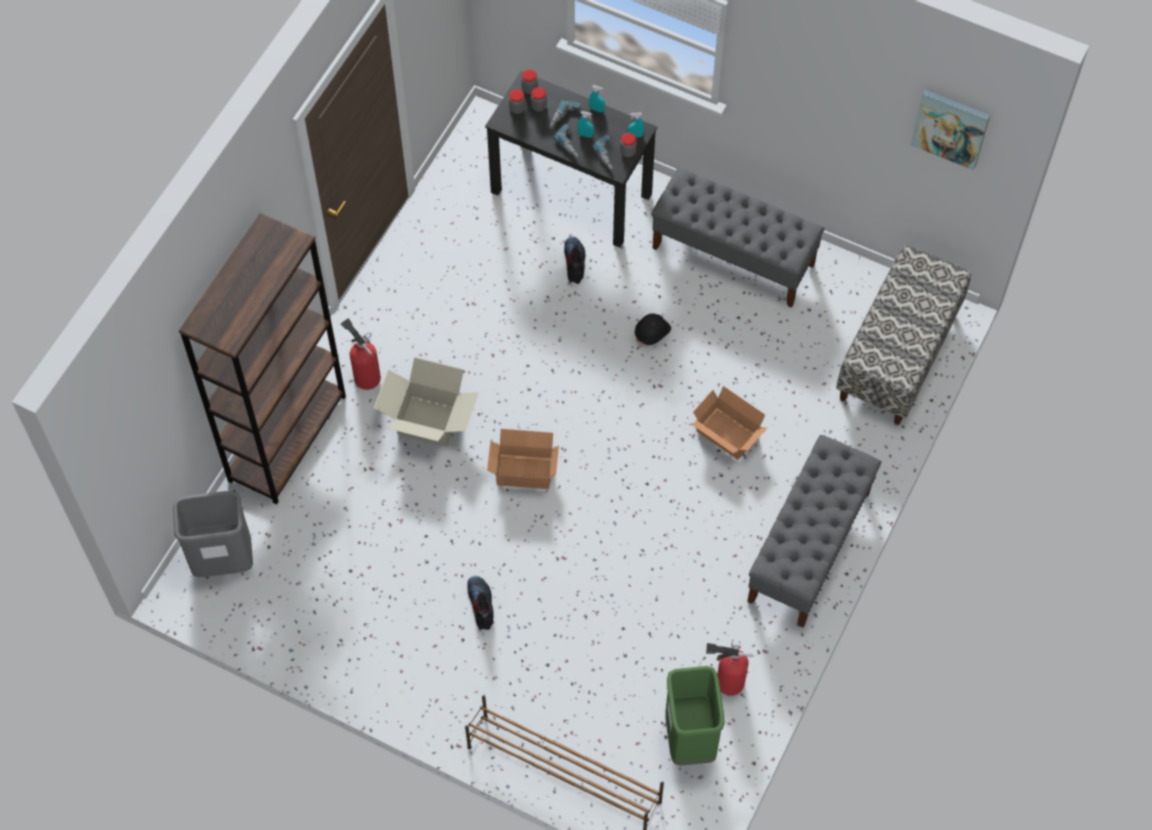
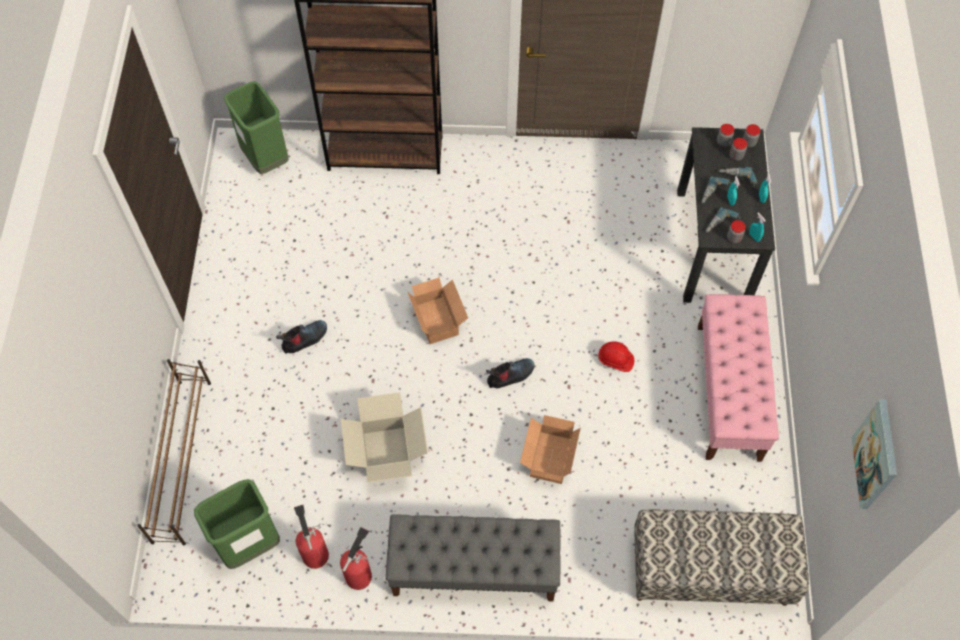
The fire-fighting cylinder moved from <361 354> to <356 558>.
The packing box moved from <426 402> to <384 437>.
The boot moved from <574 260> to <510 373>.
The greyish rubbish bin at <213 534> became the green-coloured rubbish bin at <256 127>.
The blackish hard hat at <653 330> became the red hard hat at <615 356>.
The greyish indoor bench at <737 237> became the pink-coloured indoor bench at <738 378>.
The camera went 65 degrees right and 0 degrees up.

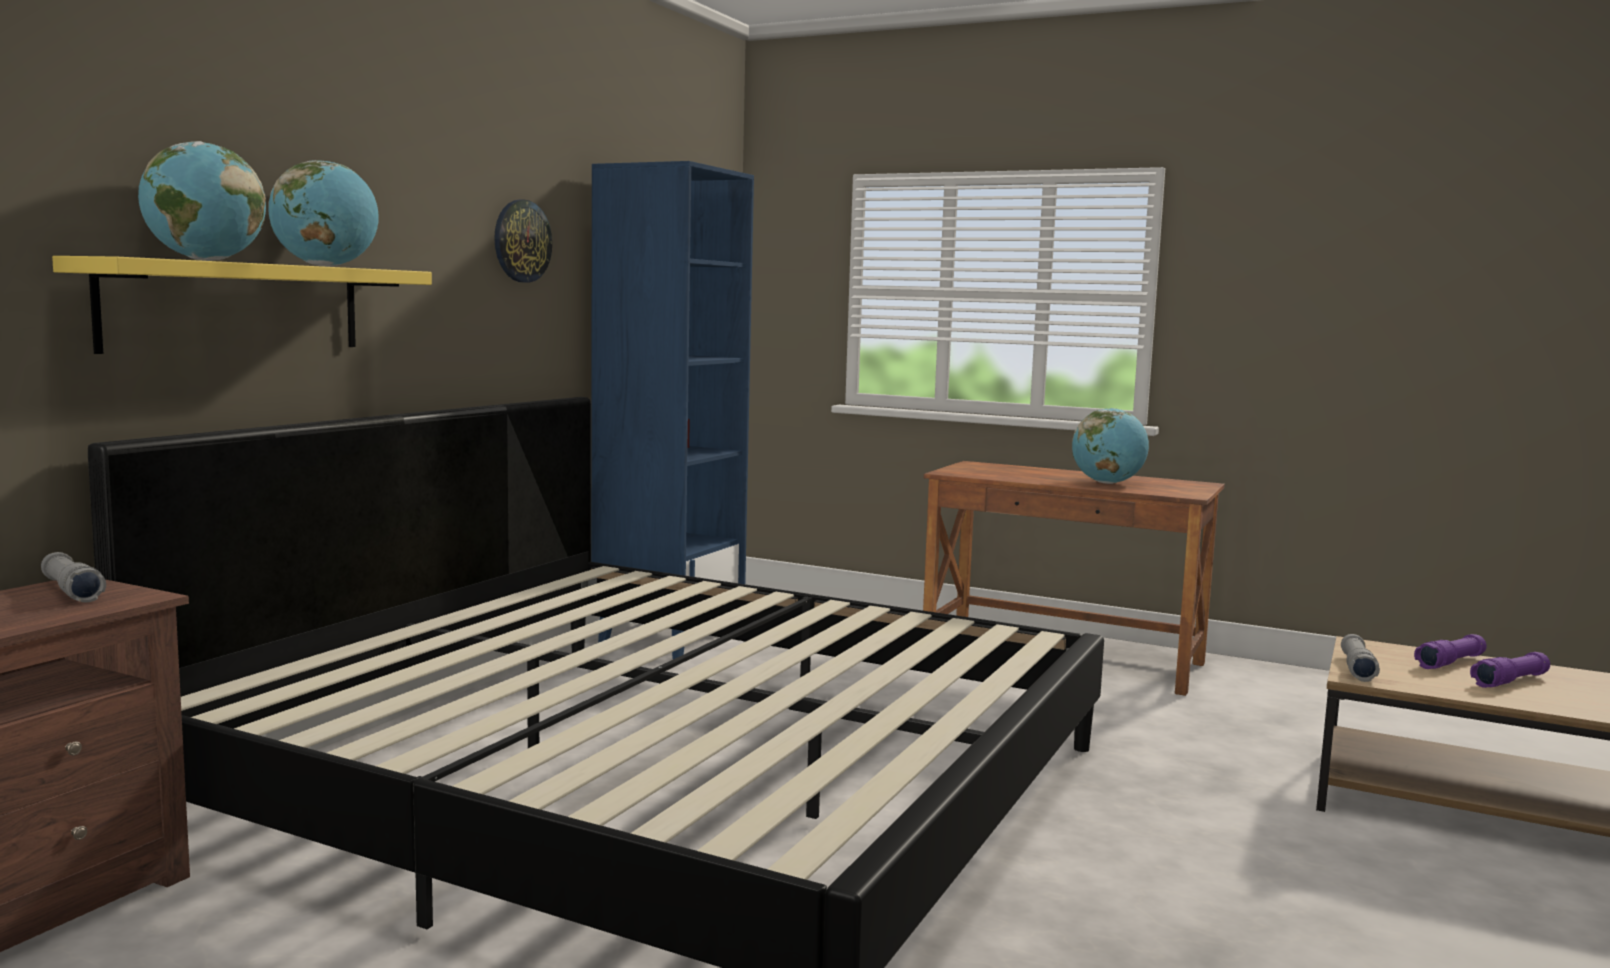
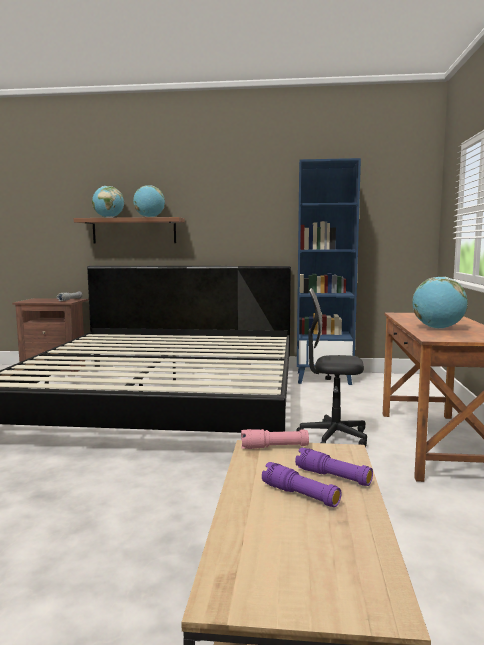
The hanging clock at <523 241> disappeared.
The blackish office chair at <331 367> appeared.
The yellow shelf at <242 305> became the brownish shelf at <129 230>.
The greyish torch at <1360 658> became the pink-coloured torch at <275 439>.
The camera went 70 degrees right and 0 degrees up.

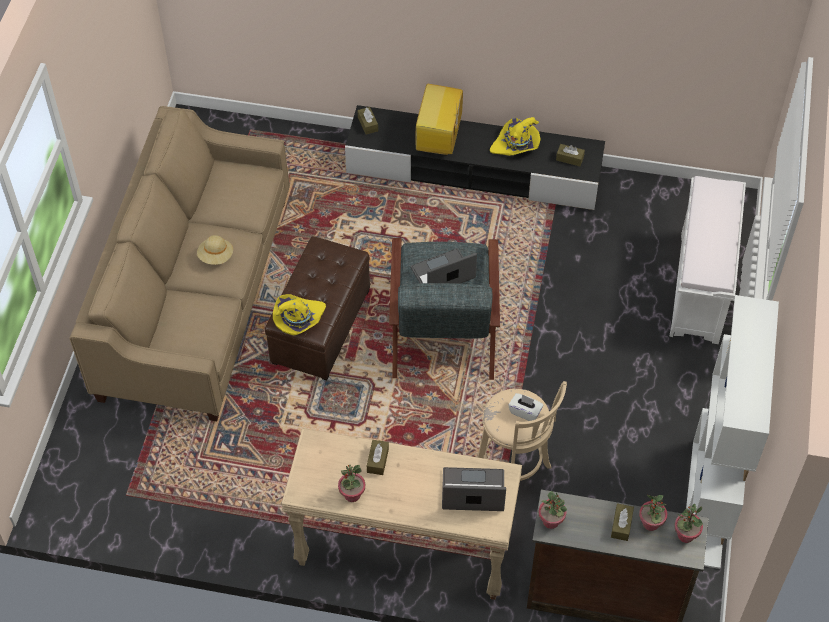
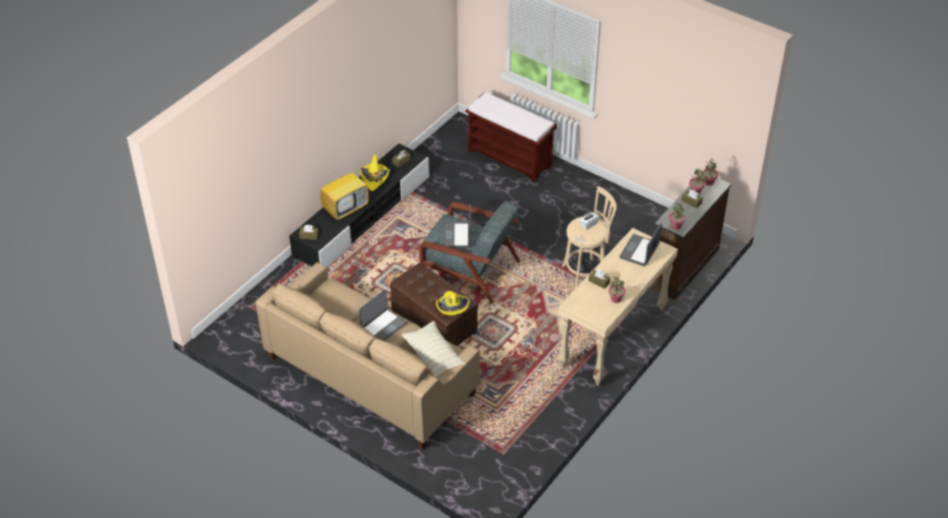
The white bookshelf at <732 432> disappeared.
The pillow at <434 349> appeared.
The beige hat at <215 250> was replaced by the portable computer at <383 315>.
The white indoor bench at <708 260> became the brownish indoor bench at <511 137>.
The TV set at <439 119> turned 75 degrees counterclockwise.
The camera went 65 degrees left and 10 degrees down.

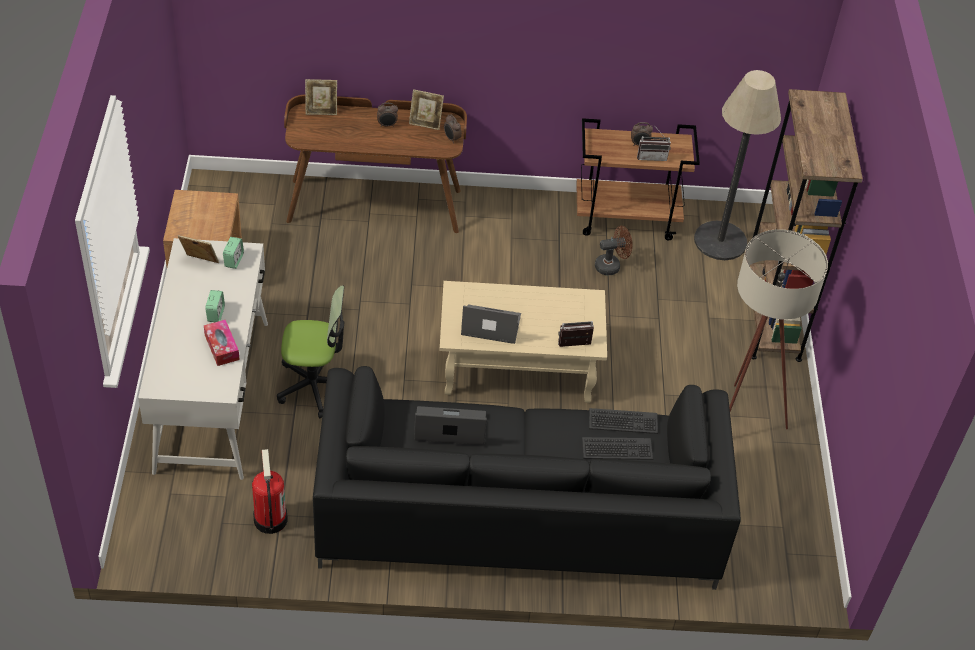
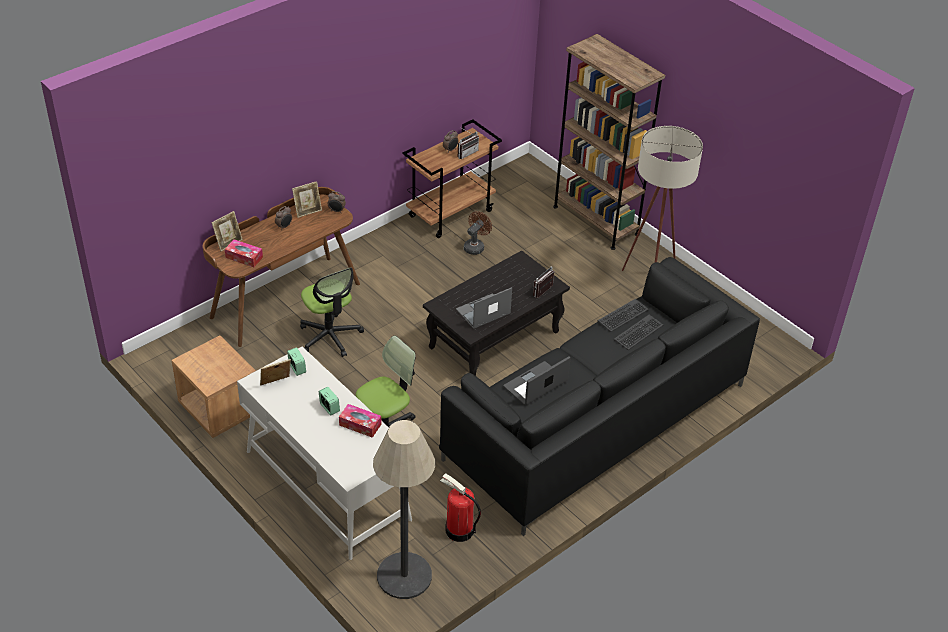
The tissue box at <244 253> appeared.
The office chair at <332 312> appeared.
The floor lamp moved from <737 165> to <404 509>.
The beige lounge table at <523 342> became the blackish lounge table at <496 313>.
The camera went 40 degrees left and 5 degrees down.

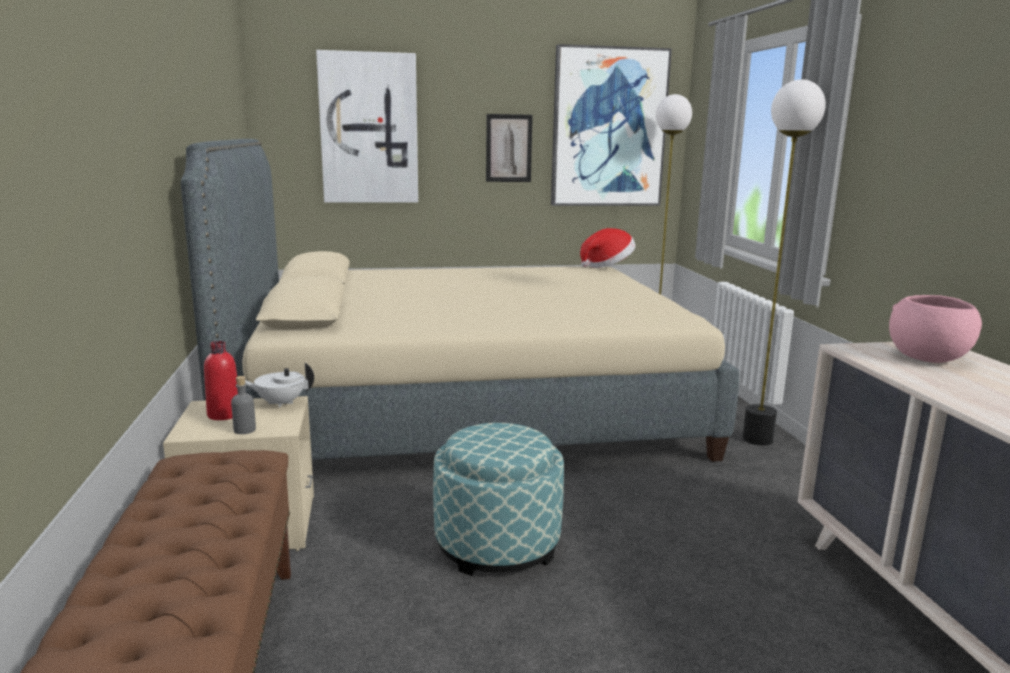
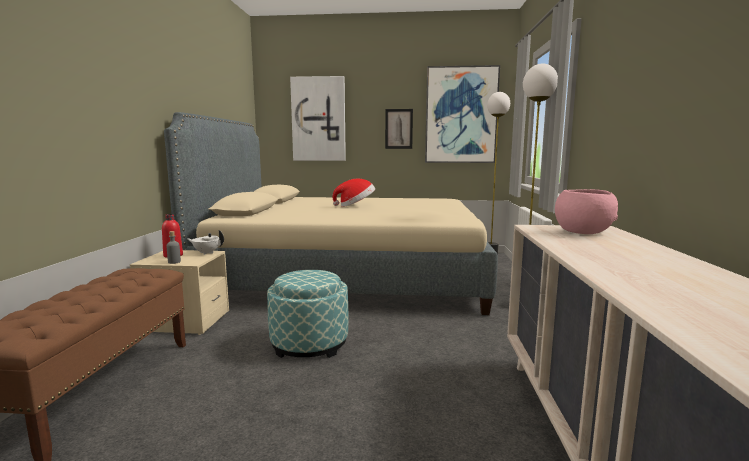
The hat moved from <607 248> to <353 192>.
The camera went 15 degrees right and 5 degrees down.

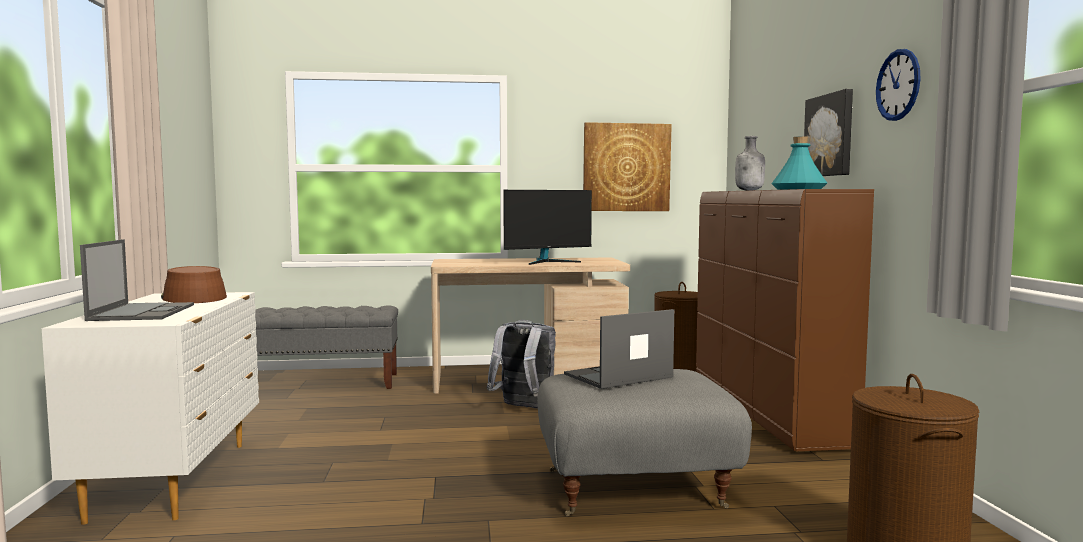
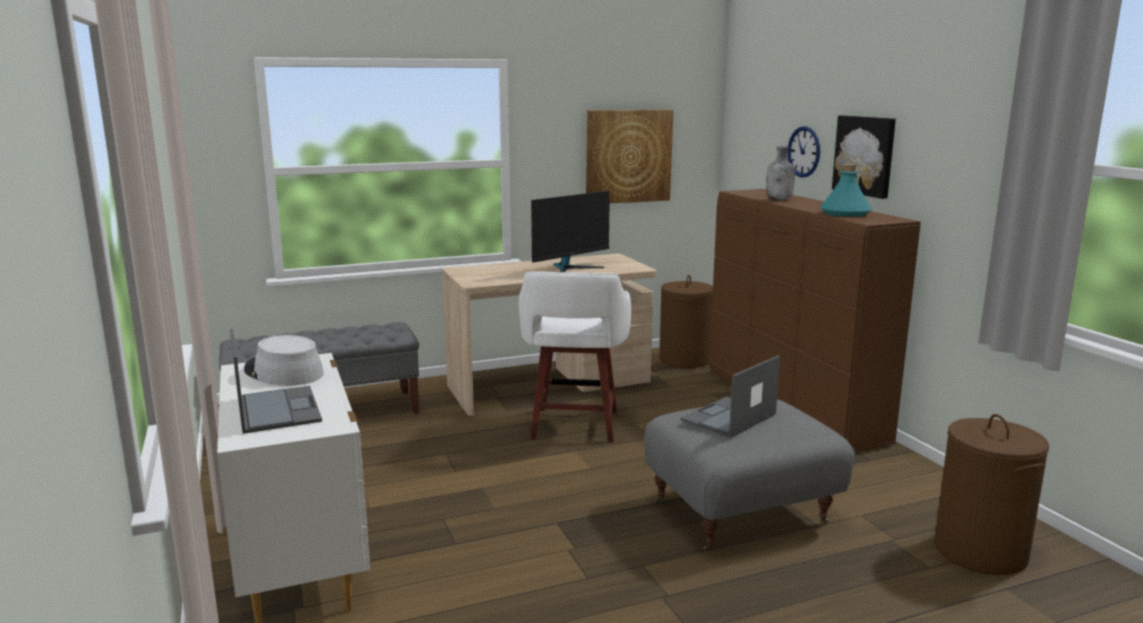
The hanging clock moved from <898 85> to <803 151>.
The greyish backpack at <521 364> was replaced by the white stool seat at <575 357>.
The brownish hat at <194 284> became the greyish hat at <284 360>.
The camera went 15 degrees left and 10 degrees up.

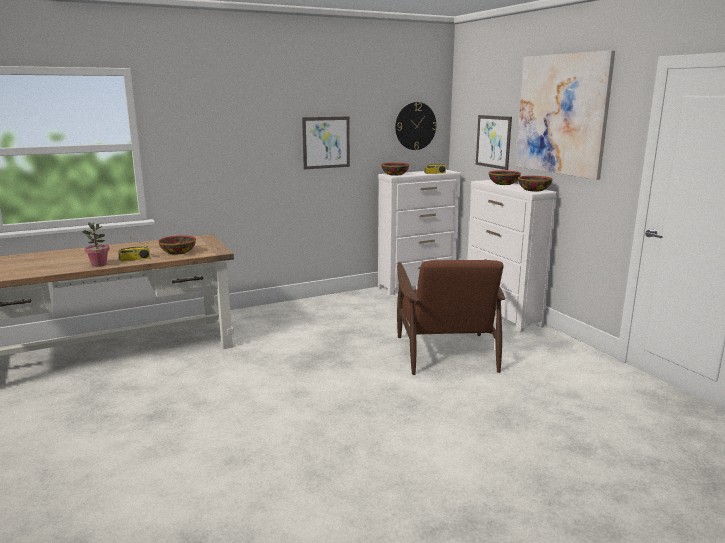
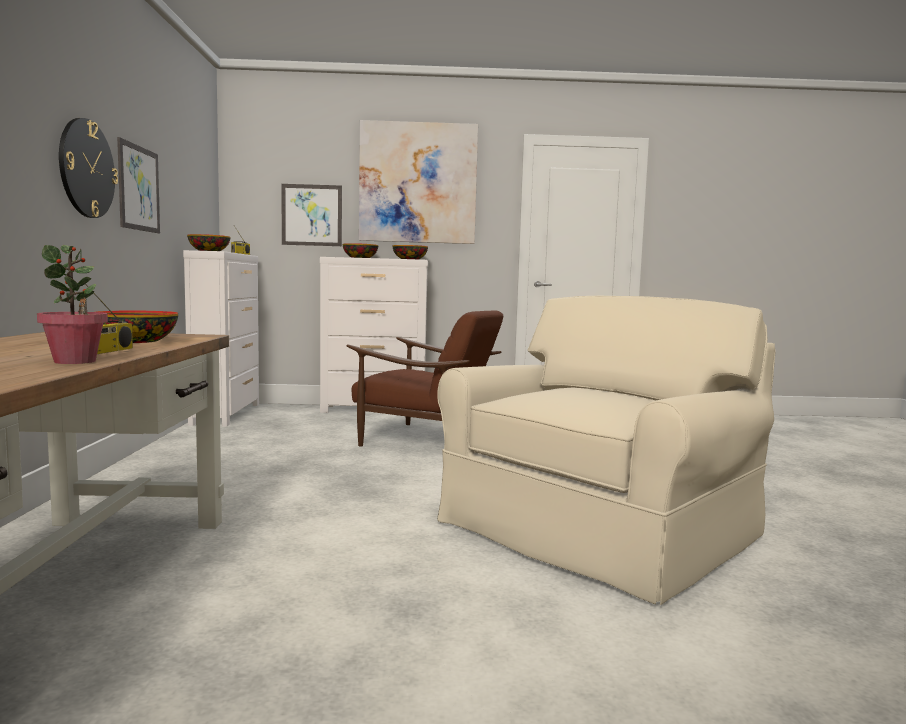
The beige armchair at <606 450> appeared.
The hanging clock moved from <416 126> to <88 168>.
The camera went 65 degrees left and 10 degrees down.

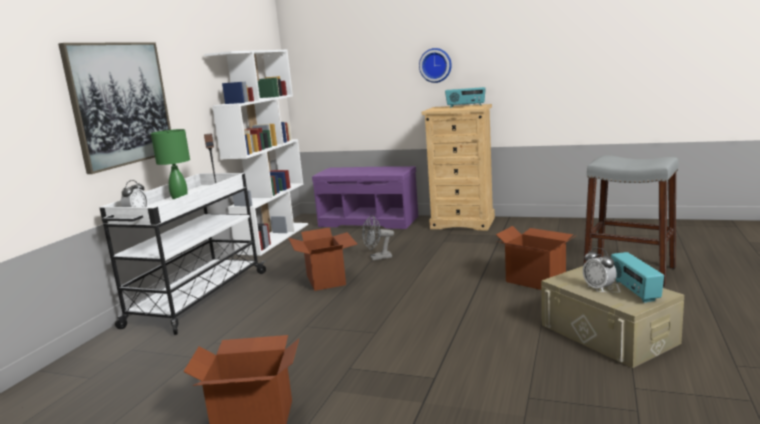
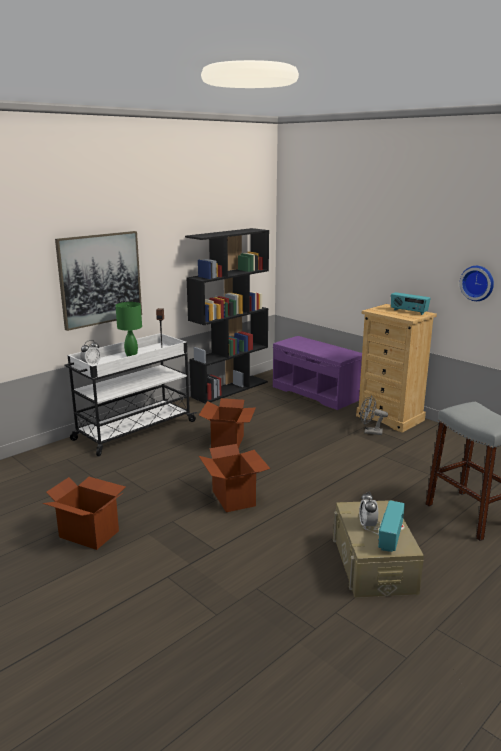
The greyish fan moved from <378 237> to <374 415>.
The hanging clock moved from <435 65> to <477 283>.
The packing box moved from <535 258> to <234 478>.
The white bookshelf at <256 153> became the blackish bookshelf at <227 316>.
The camera went 25 degrees right and 5 degrees up.

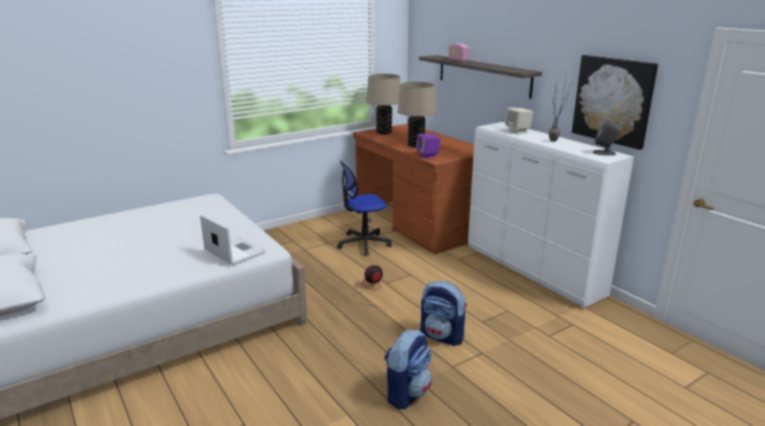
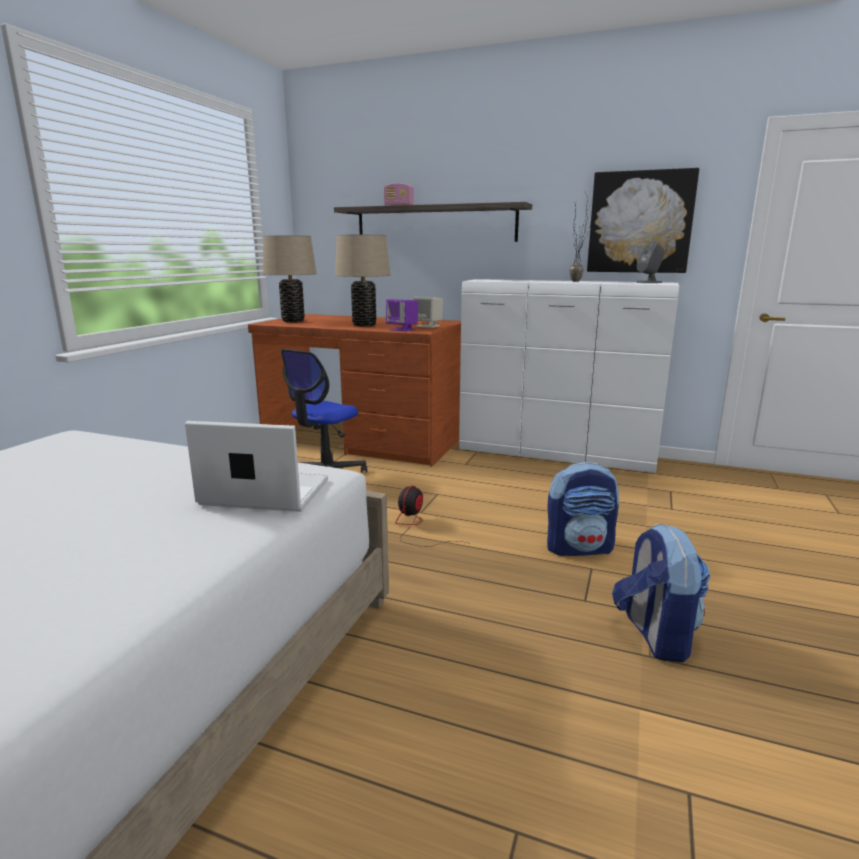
The beige speaker moved from <519 121> to <428 312>.
The camera went 35 degrees left and 5 degrees down.

